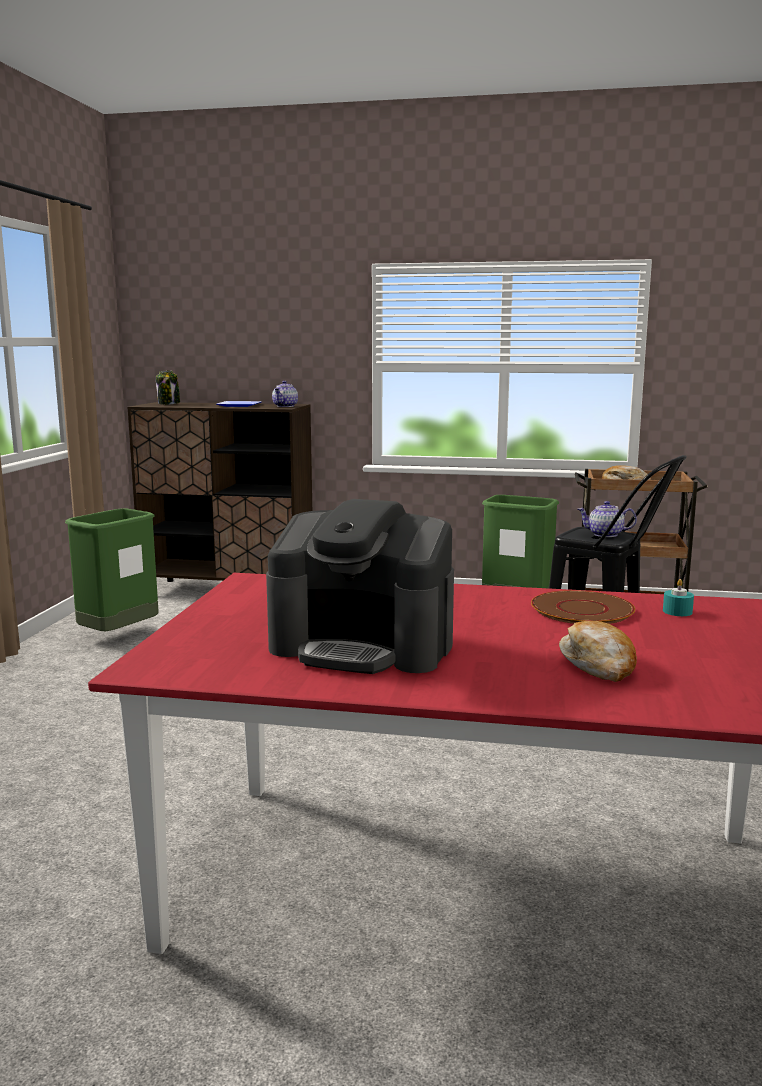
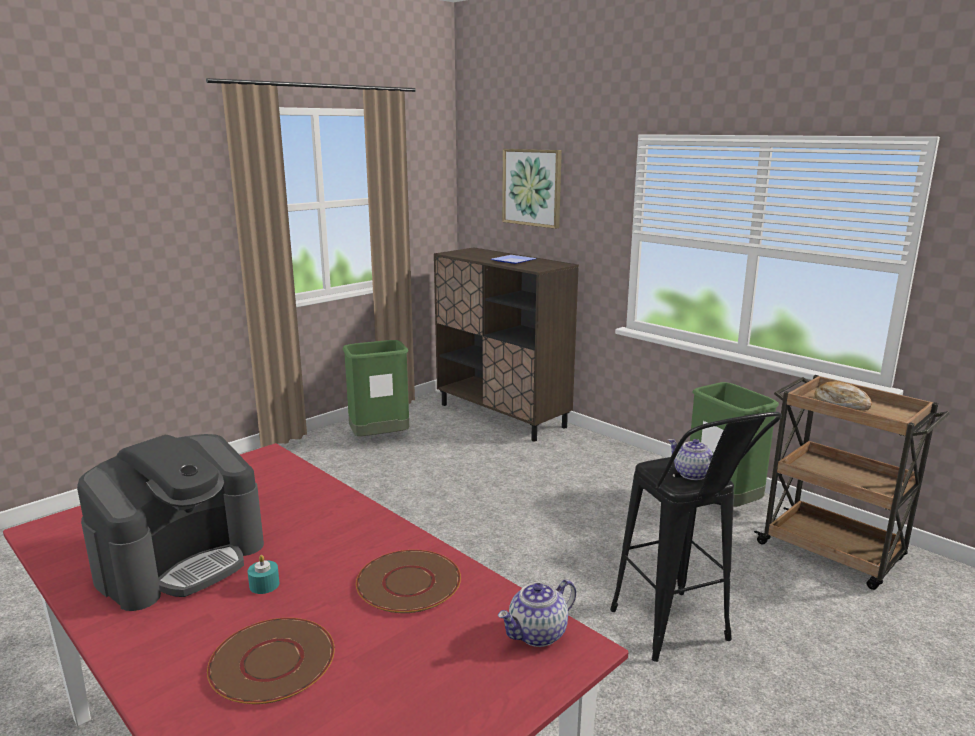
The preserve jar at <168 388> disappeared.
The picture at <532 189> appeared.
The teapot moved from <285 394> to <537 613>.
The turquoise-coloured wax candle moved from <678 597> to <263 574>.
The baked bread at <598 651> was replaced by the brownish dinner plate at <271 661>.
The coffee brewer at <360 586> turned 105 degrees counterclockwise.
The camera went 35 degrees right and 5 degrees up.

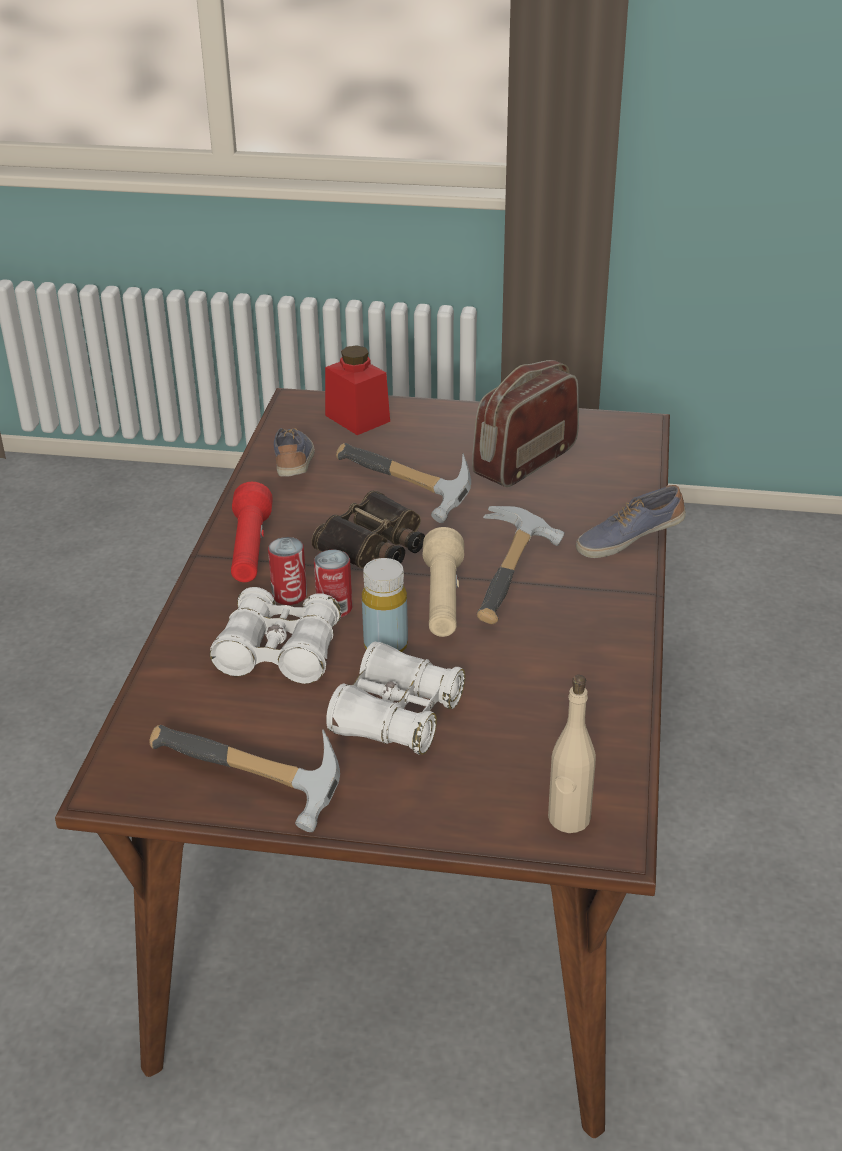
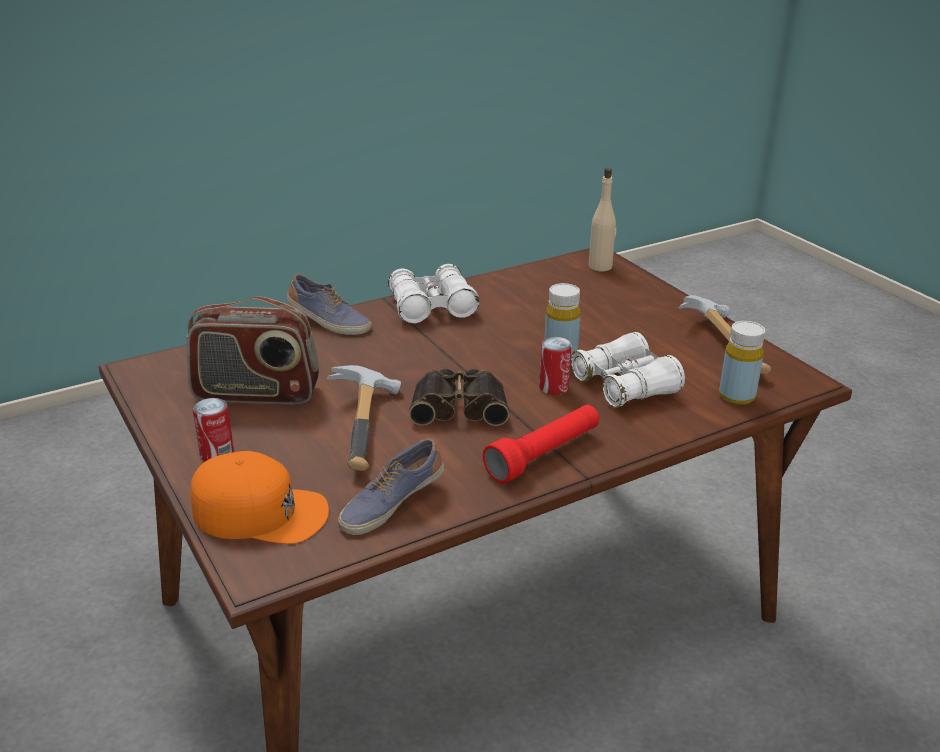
The beige torch at <443 582> disappeared.
The tool hammer at <521 565> disappeared.
The yellow drink bottle at <742 363> appeared.
The can moved from <287 571> to <213 429>.
The white pair of binoculars moved from <395 698> to <433 294>.
The red preserve jar at <357 390> was replaced by the orange cap at <259 497>.
The camera went 130 degrees left and 5 degrees down.

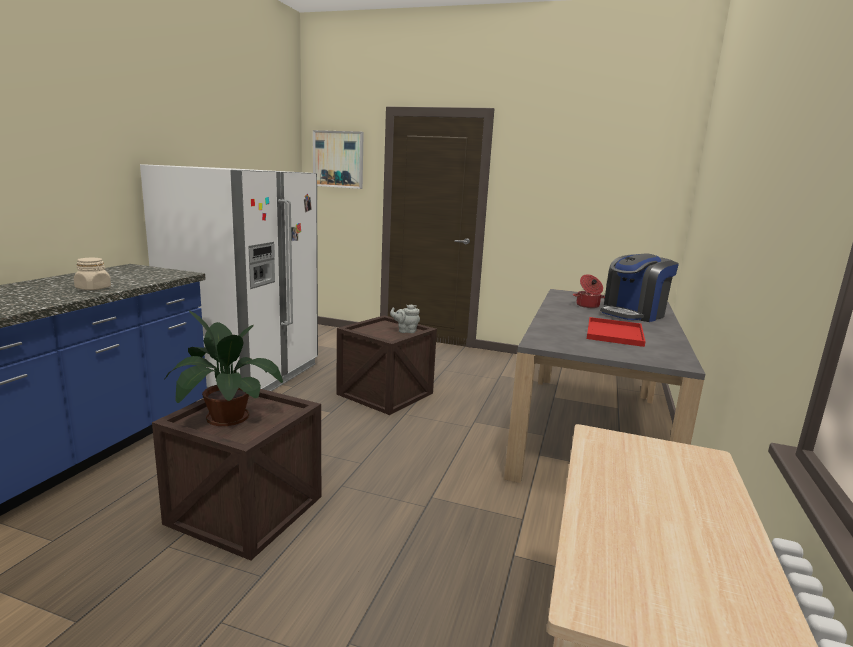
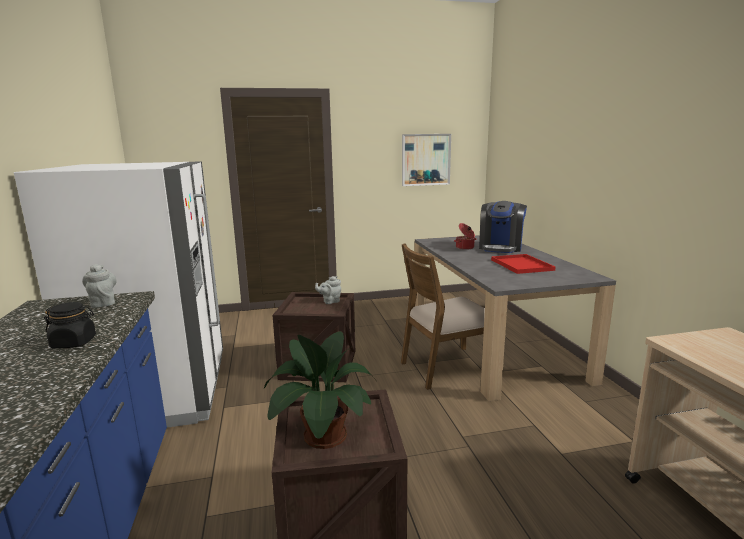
The greyish teapot at <99 286> appeared.
The brownish upright chair at <443 316> appeared.
The picture moved from <338 159> to <426 160>.
The beige preserve jar at <92 274> became the blackish preserve jar at <70 325>.
The camera went 30 degrees left and 0 degrees up.

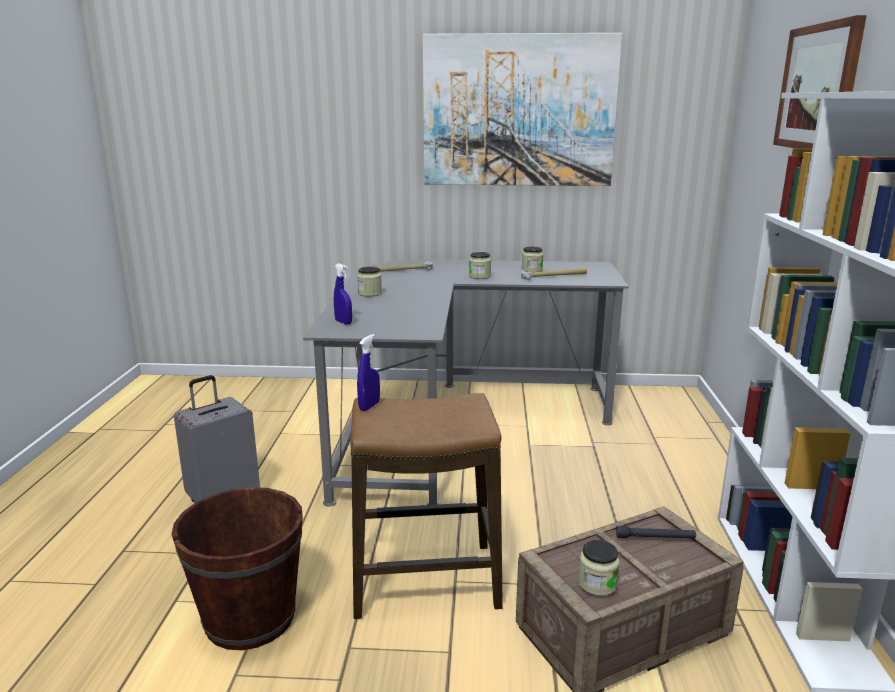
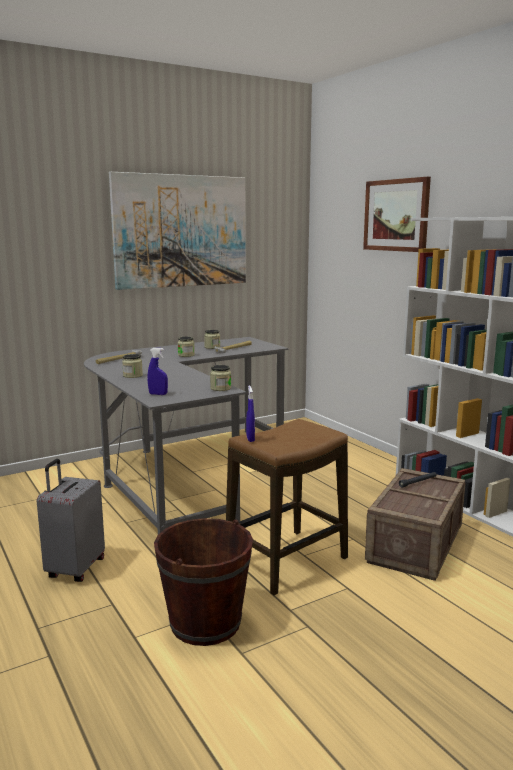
The preserve jar moved from <598 568> to <220 378>.
The camera went 35 degrees left and 5 degrees down.

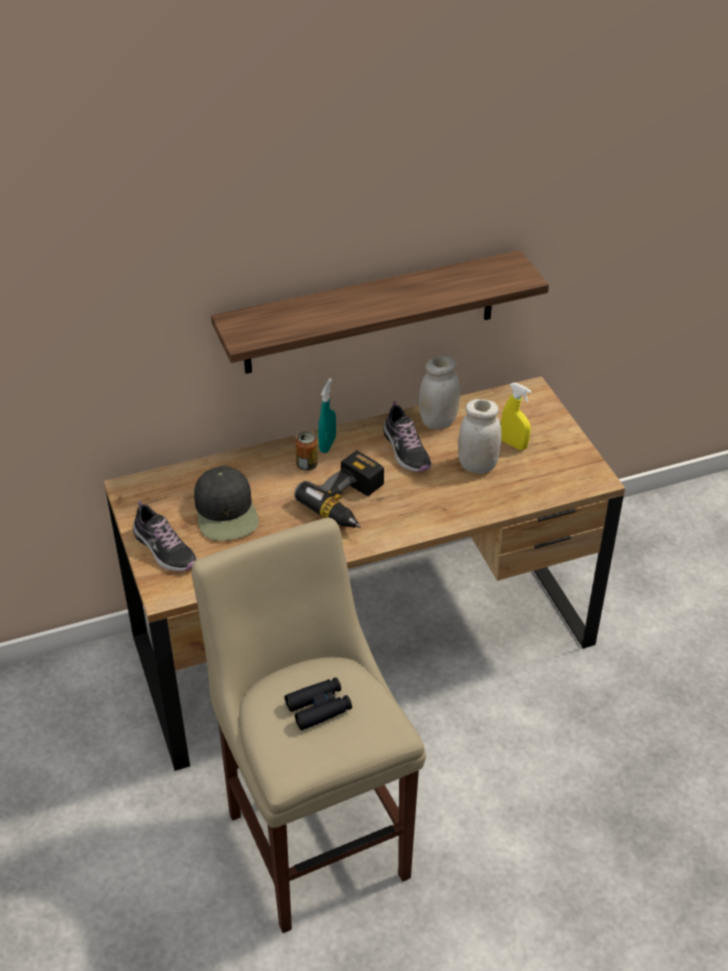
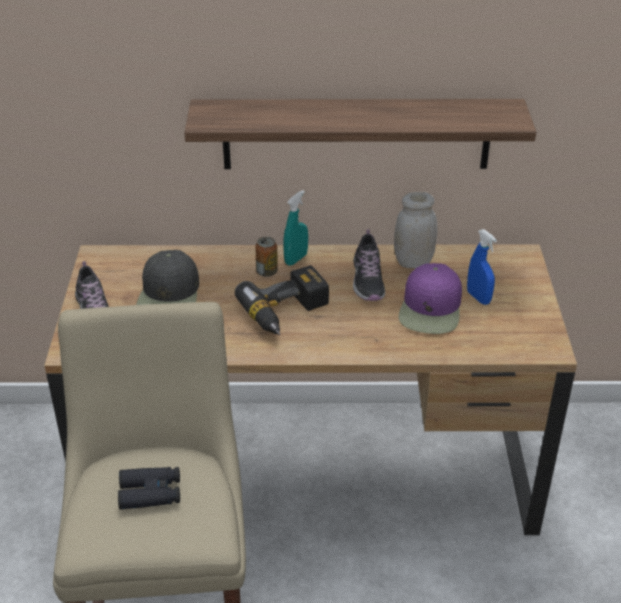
The white preserve jar at <480 436> was replaced by the purplish cap at <430 298>.
The yellow spray bottle at <516 416> became the blue-coloured spray bottle at <482 267>.
The camera went 20 degrees right and 5 degrees down.

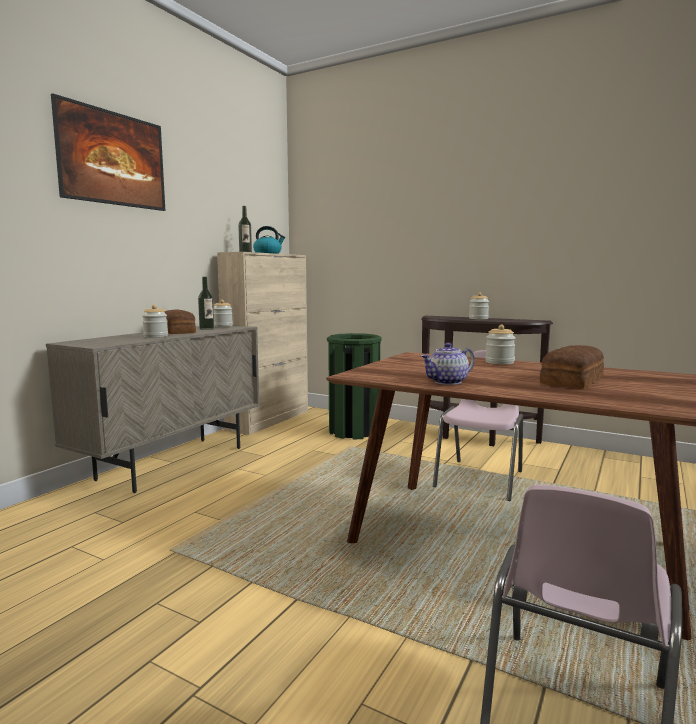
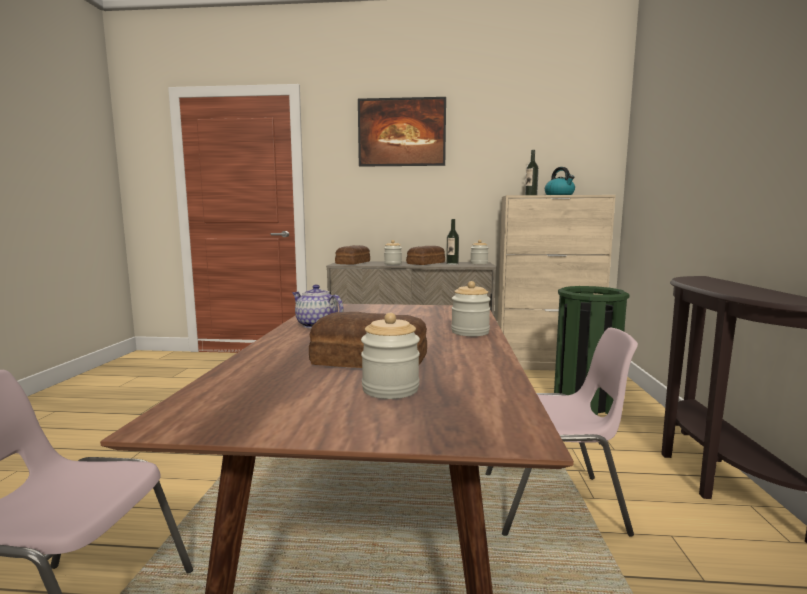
The baked bread at <352 255> appeared.
The preserve jar moved from <479 306> to <390 356>.
The camera went 65 degrees right and 0 degrees up.

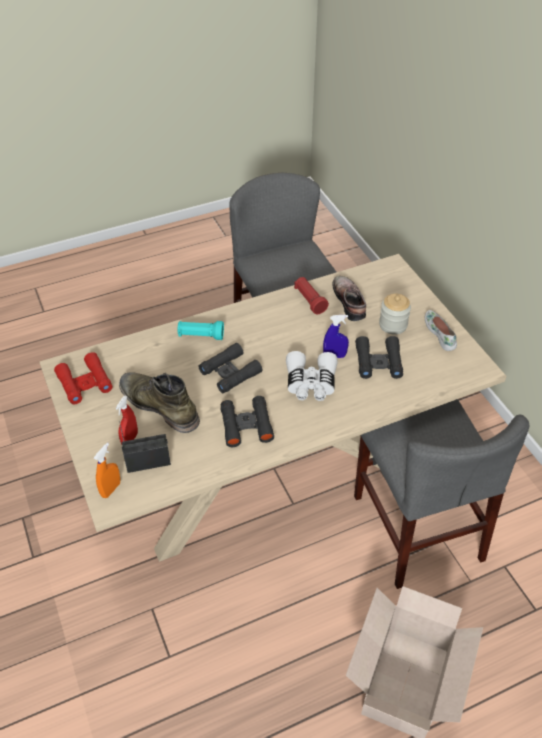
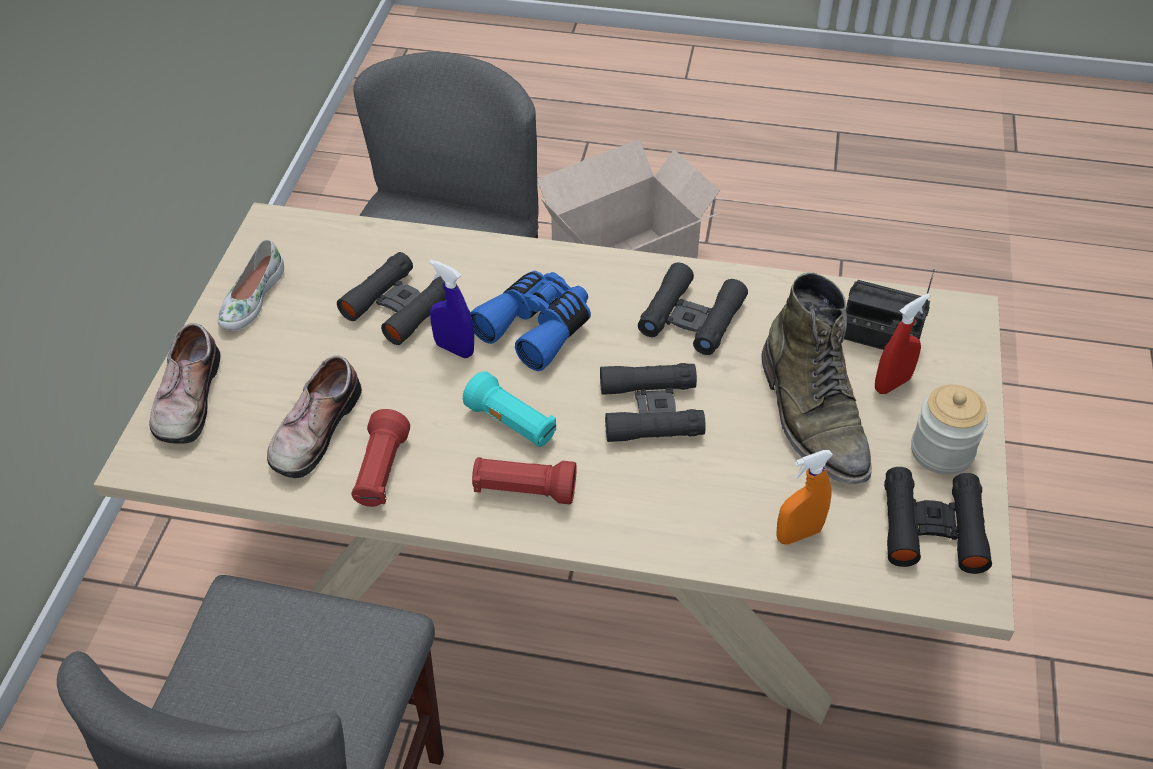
The shoe at <185 383> appeared.
The red torch at <524 480> appeared.
The orange spray bottle moved from <107 470> to <804 497>.
The turquoise-coloured torch moved from <201 330> to <509 409>.
The preserve jar moved from <395 313> to <949 430>.
The red pair of binoculars at <83 378> became the blackish pair of binoculars at <938 520>.
The white pair of binoculars at <312 376> became the blue-coloured pair of binoculars at <530 321>.
The camera went 145 degrees left and 0 degrees up.

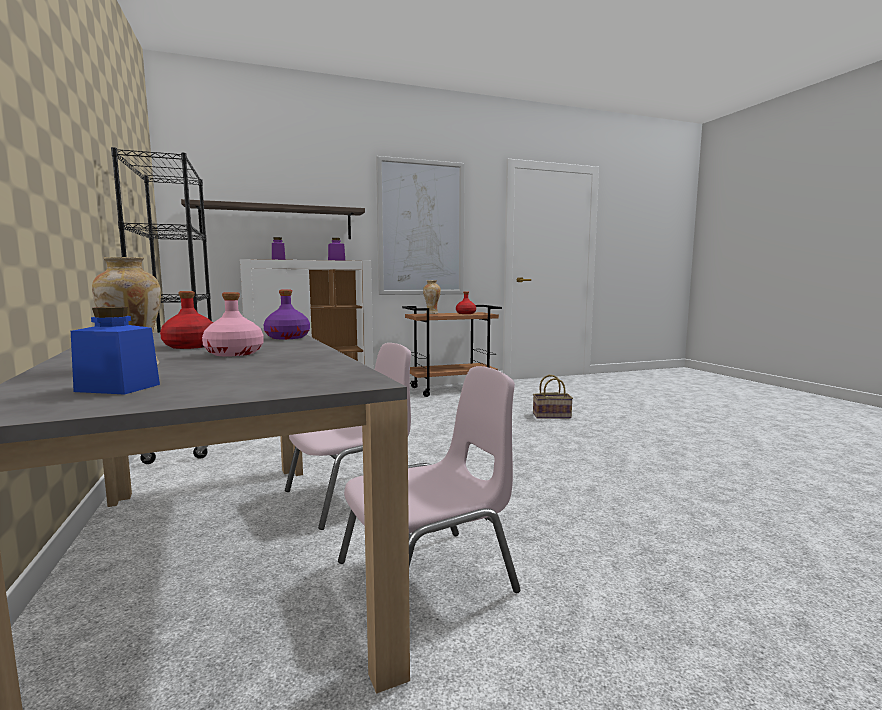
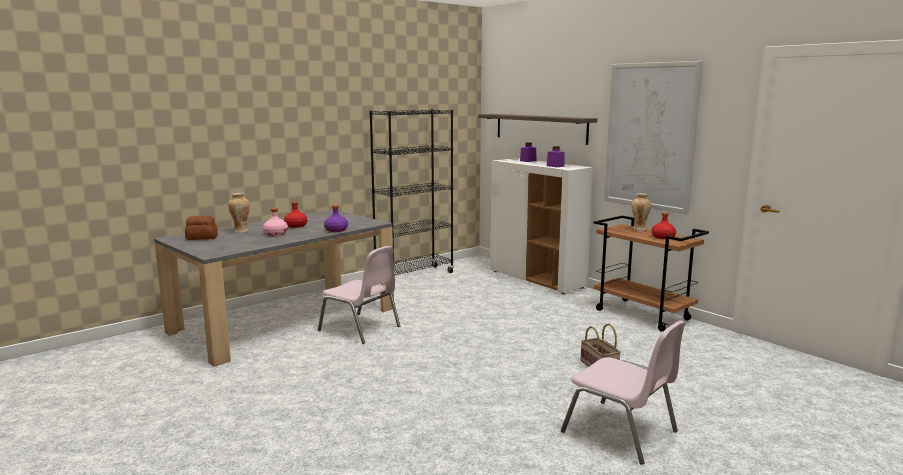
The pink-coloured upright chair moved from <429 479> to <623 392>.
The blue-coloured preserve jar at <115 351> was replaced by the baked bread at <201 228>.
The camera went 70 degrees right and 5 degrees up.

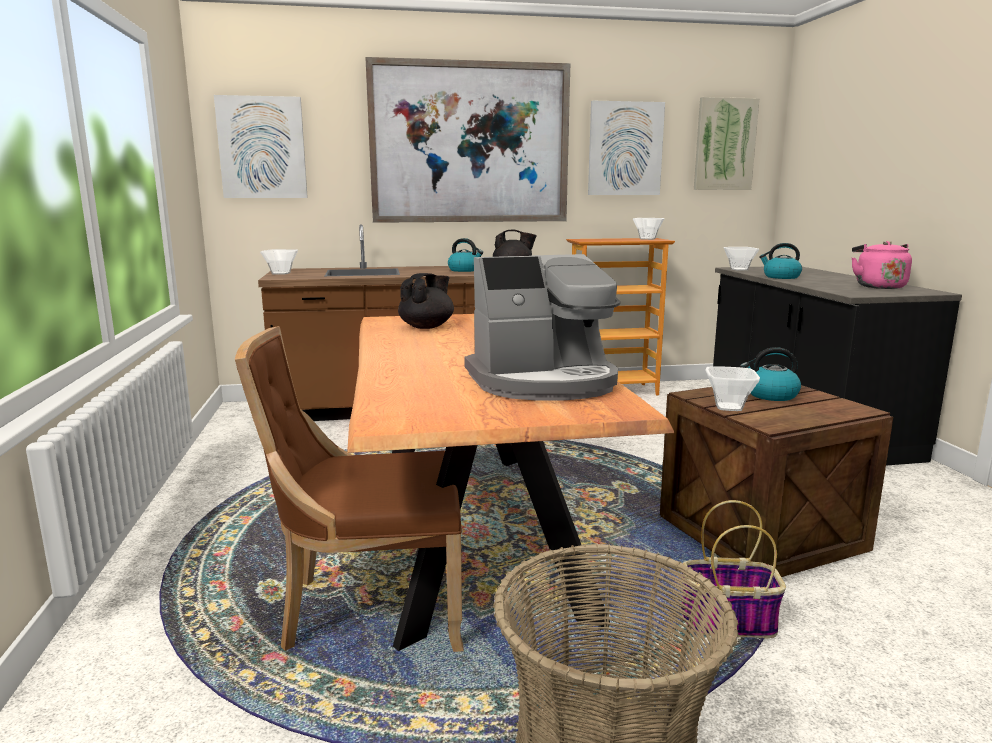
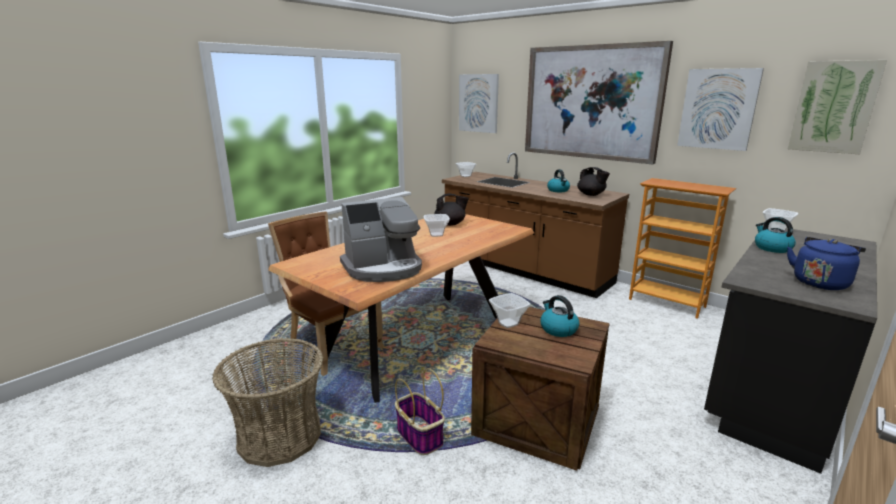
The bowl moved from <649 229> to <436 225>.
The pink-coloured water kettle at <882 265> became the blue-coloured water kettle at <826 263>.
The coffee brewer at <542 327> turned 60 degrees counterclockwise.
The camera went 50 degrees right and 5 degrees up.

